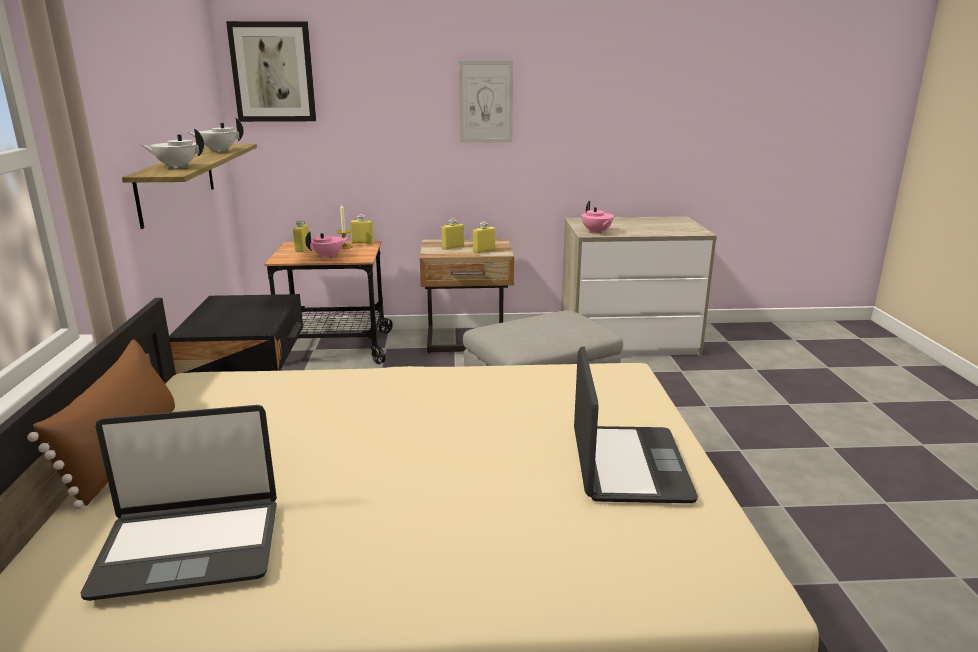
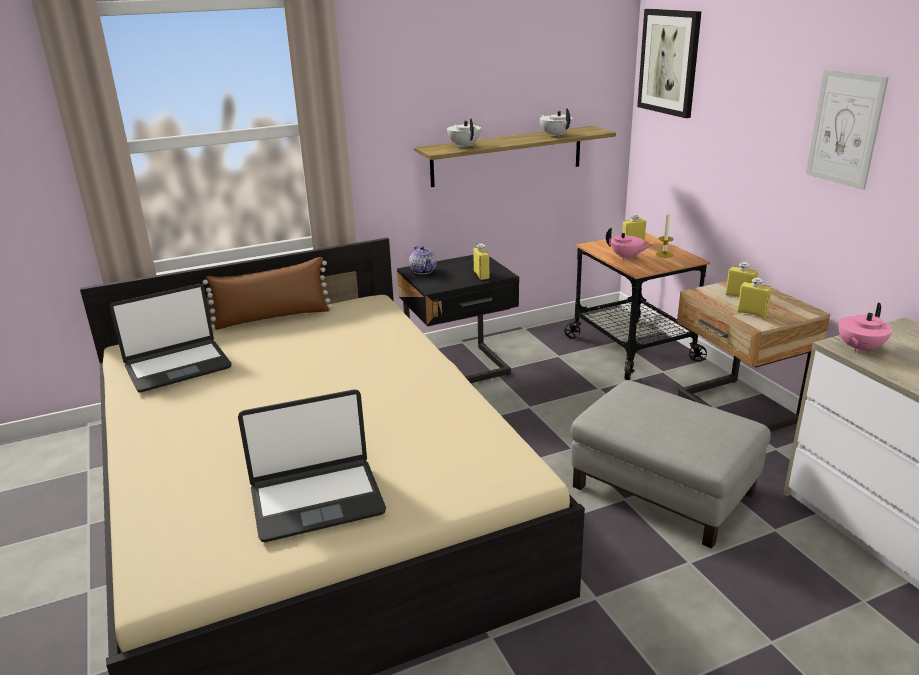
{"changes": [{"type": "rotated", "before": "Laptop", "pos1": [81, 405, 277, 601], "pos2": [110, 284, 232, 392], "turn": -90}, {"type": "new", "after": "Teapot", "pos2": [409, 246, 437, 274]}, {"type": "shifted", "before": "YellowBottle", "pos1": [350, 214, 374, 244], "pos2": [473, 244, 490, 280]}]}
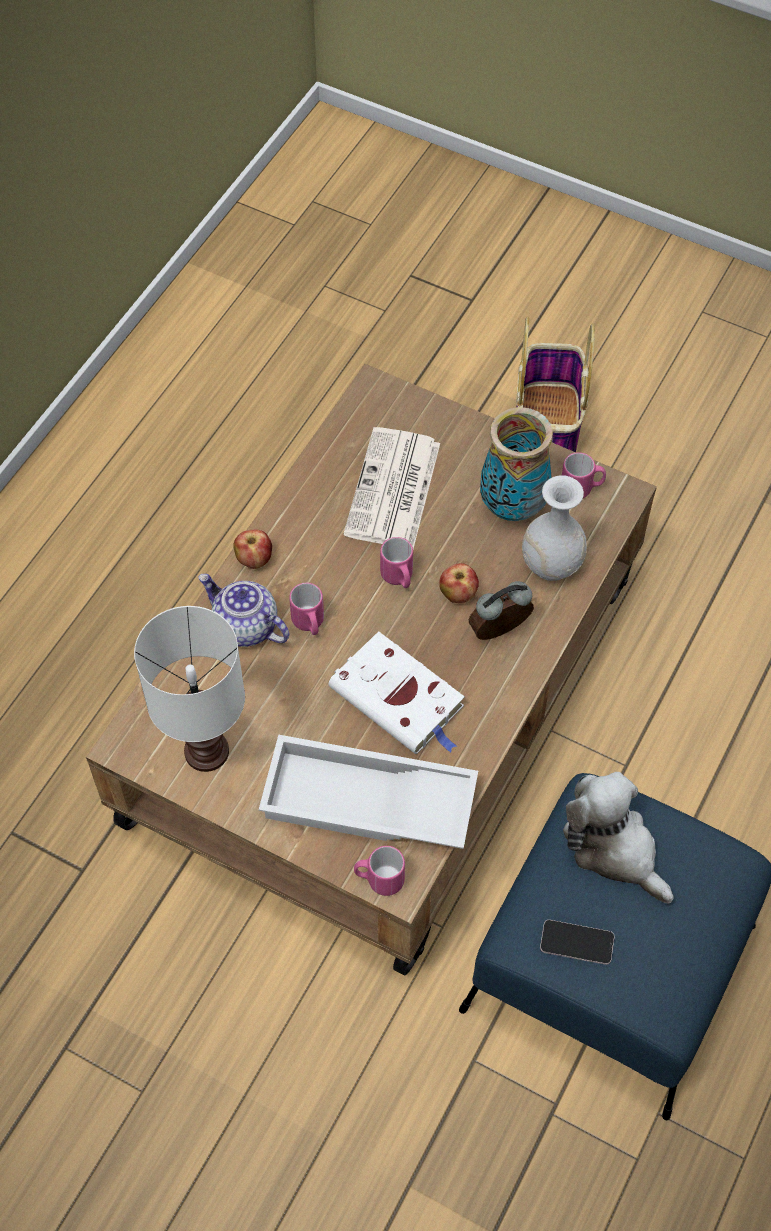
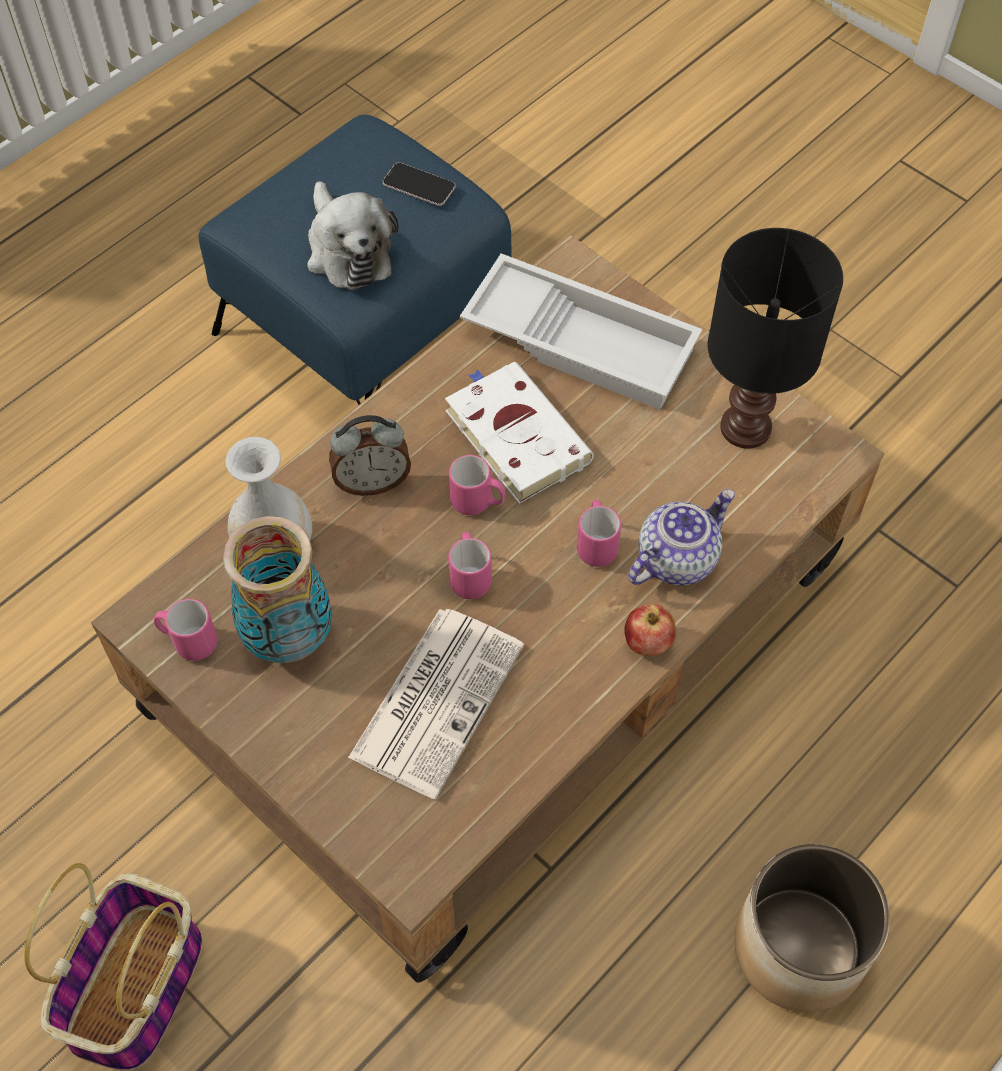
{"changes": [{"type": "shifted", "before": "PinkMug", "pos1": [354, 846, 405, 896], "pos2": [449, 455, 506, 515]}, {"type": "rotated", "before": "Teapot", "pos1": [198, 574, 289, 647], "pos2": [628, 489, 735, 585], "turn": -90}, {"type": "repainted", "before": "WhiteTableLamp", "after": "BlackTableLamp", "pos1": [134, 606, 245, 772], "pos2": [707, 228, 843, 449]}, {"type": "new", "after": "Planter", "pos2": [734, 844, 890, 1012]}, {"type": "gone", "before": "Apple", "pos1": [439, 563, 479, 603]}]}
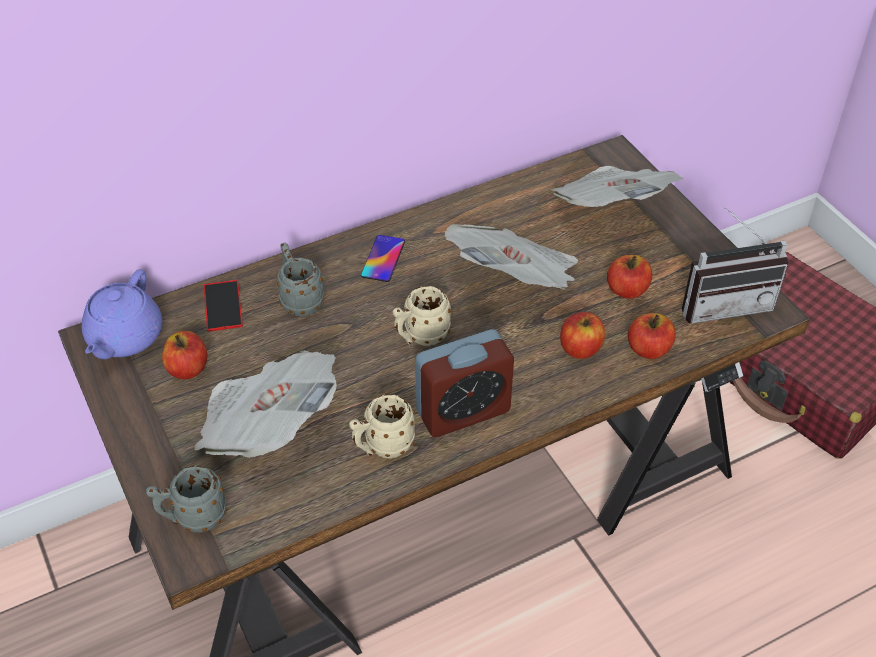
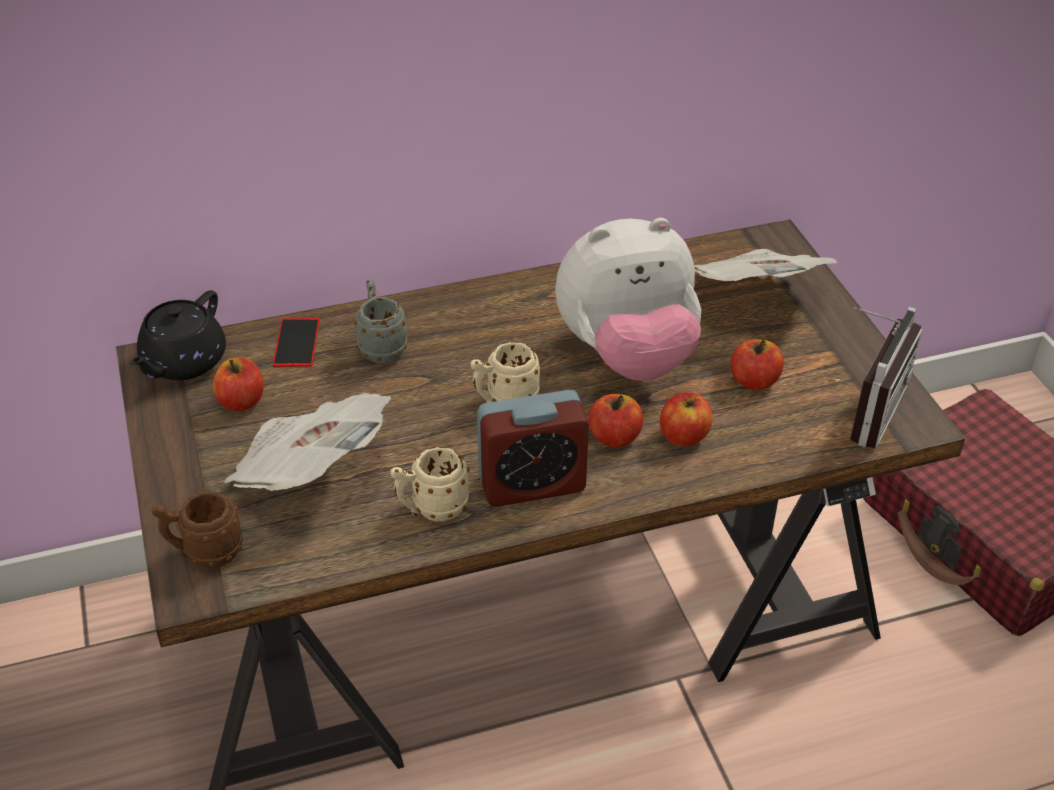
{"changes": [{"type": "repainted", "before": "PurpleTeapot", "after": "BlackTeapot", "pos1": [82, 270, 162, 359], "pos2": [130, 290, 226, 380]}, {"type": "repainted", "before": "GreyMug", "after": "BrownMug", "pos1": [146, 466, 227, 532], "pos2": [152, 491, 243, 568]}, {"type": "swapped", "before": "Newspaper", "after": "PlushToy", "pos1": [445, 224, 578, 289], "pos2": [555, 218, 701, 381]}, {"type": "shifted", "before": "Apple", "pos1": [628, 313, 676, 359], "pos2": [588, 394, 643, 447]}, {"type": "rotated", "before": "Radio", "pos1": [682, 207, 788, 324], "pos2": [850, 307, 923, 448], "turn": -60}, {"type": "gone", "before": "Phone", "pos1": [361, 235, 405, 282]}]}
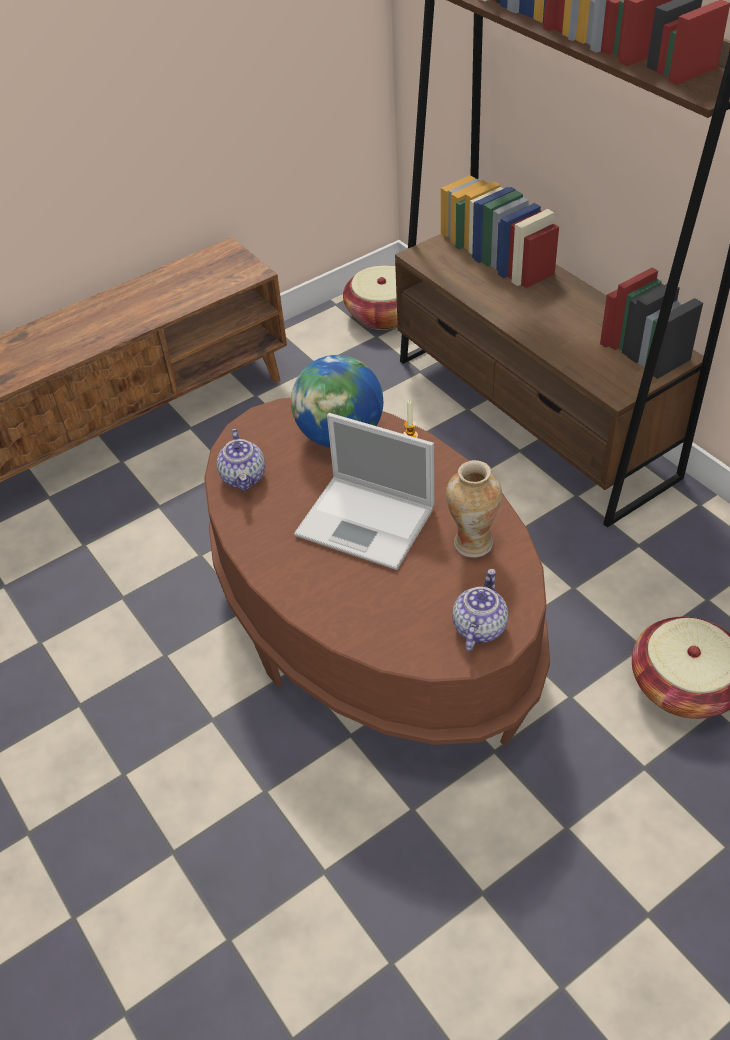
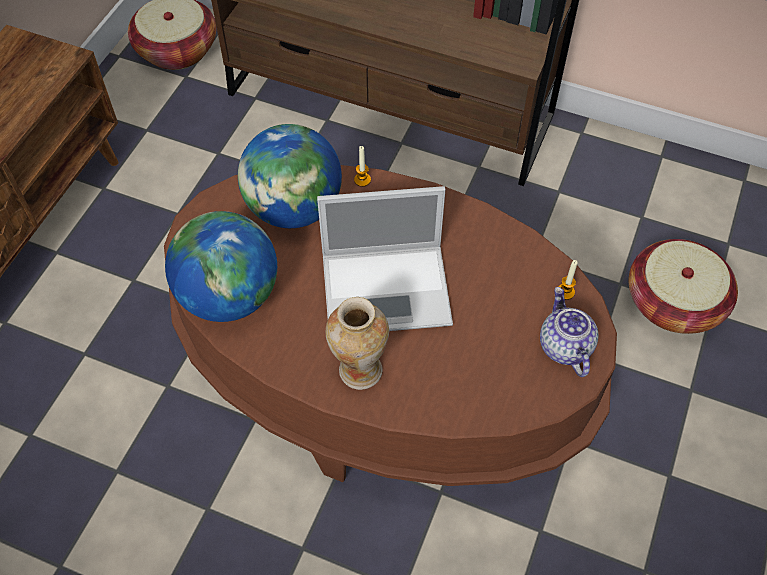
{"changes": [{"type": "swapped", "before": "Teapot", "after": "Globe", "pos1": [217, 429, 265, 491], "pos2": [165, 211, 277, 322]}, {"type": "shifted", "before": "Vase", "pos1": [446, 460, 502, 558], "pos2": [326, 297, 389, 390]}, {"type": "new", "after": "Candle", "pos2": [558, 260, 577, 300]}]}
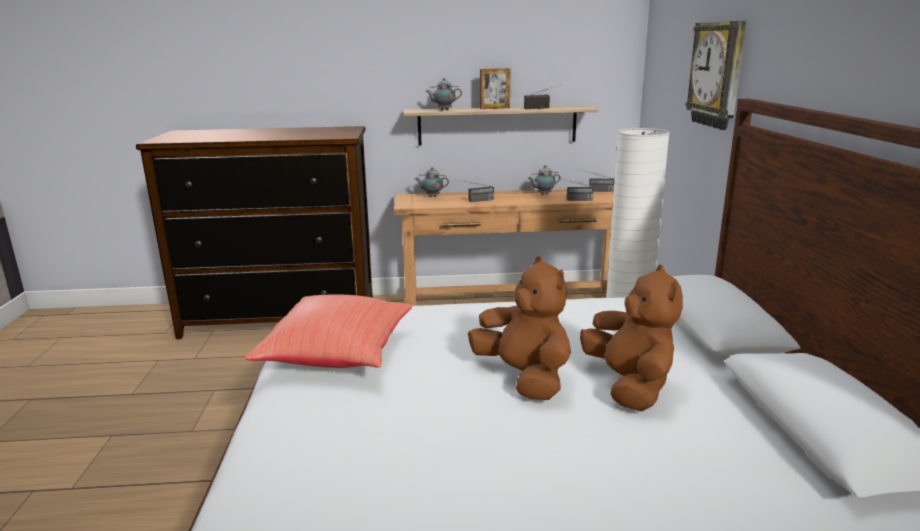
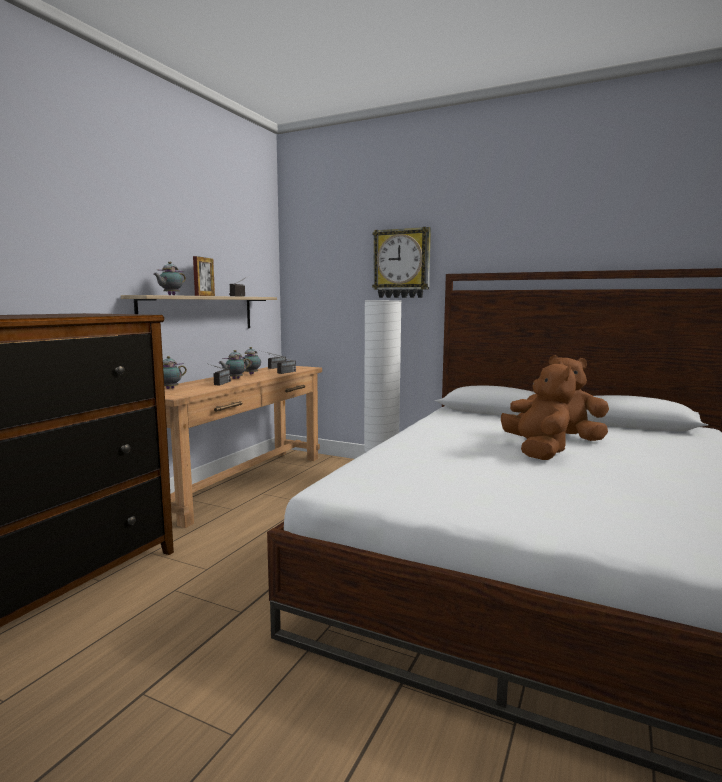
{"changes": [{"type": "new", "after": "Teapot", "pos2": [218, 350, 251, 379]}, {"type": "rotated", "before": "BrownPlushToy", "pos1": [468, 256, 571, 400], "pos2": [501, 361, 576, 460], "turn": 90}, {"type": "gone", "before": "RedPillow", "pos1": [245, 294, 412, 368]}]}
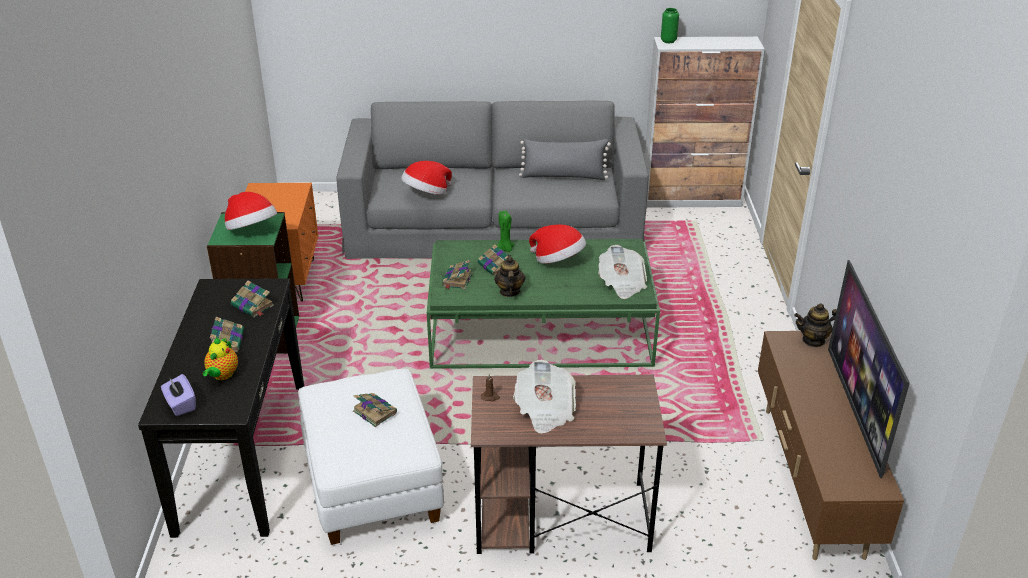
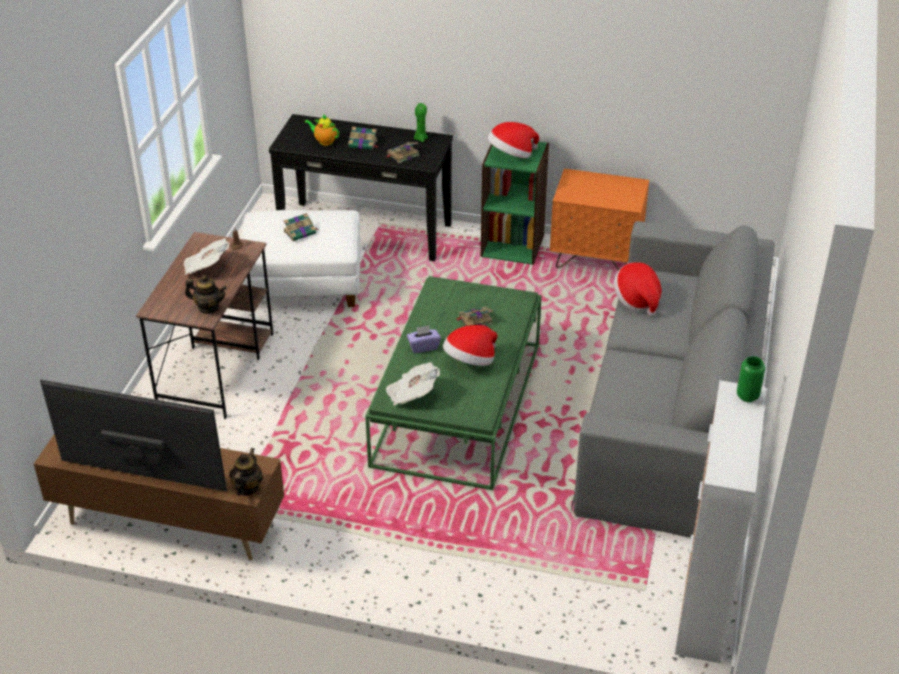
{"changes": [{"type": "shifted", "before": "Teapot", "pos1": [494, 255, 526, 297], "pos2": [185, 275, 227, 314]}, {"type": "shifted", "before": "PurpleTissueBox", "pos1": [161, 374, 196, 416], "pos2": [407, 326, 441, 353]}, {"type": "shifted", "before": "GreenCandle", "pos1": [497, 211, 514, 252], "pos2": [414, 103, 428, 142]}, {"type": "gone", "before": "Book", "pos1": [442, 260, 473, 289]}, {"type": "gone", "before": "GreyPillow", "pos1": [519, 139, 611, 180]}]}
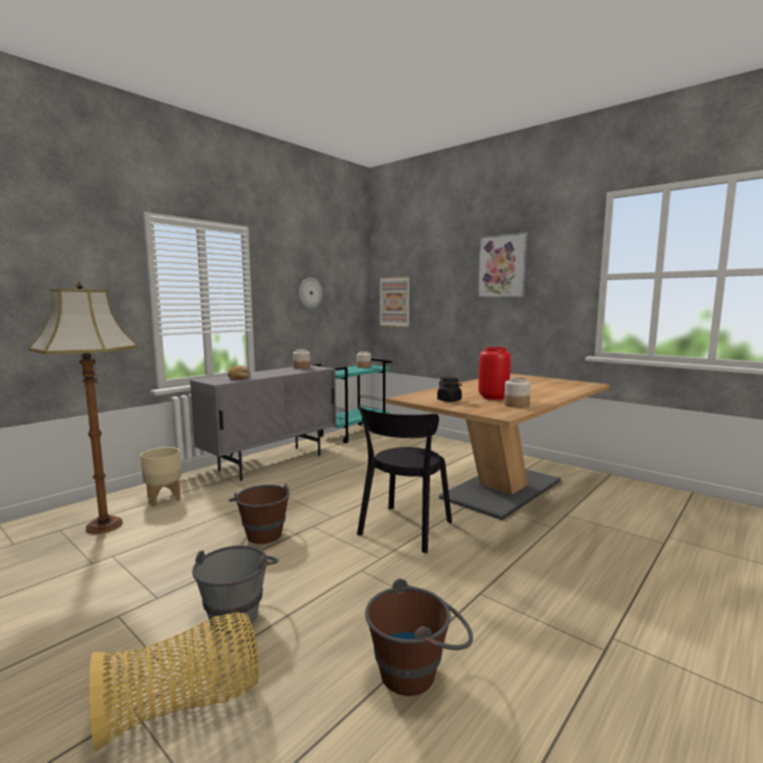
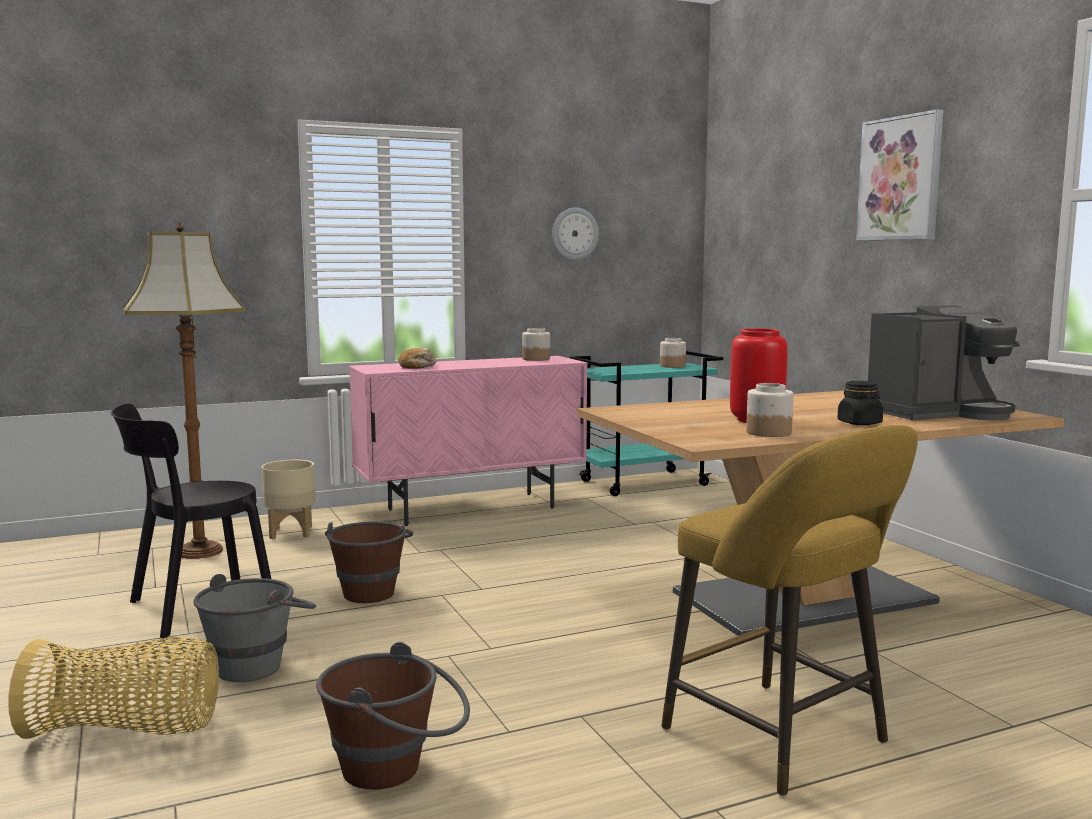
{"changes": [{"type": "shifted", "before": "BlackChair", "pos1": [357, 405, 452, 553], "pos2": [111, 404, 271, 638]}, {"type": "repainted", "before": "GreyCabinet", "after": "PinkCabinet", "pos1": [190, 365, 336, 481], "pos2": [349, 356, 587, 526]}, {"type": "new", "after": "YellowStool", "pos2": [662, 425, 918, 796]}, {"type": "shifted", "before": "BlackJar", "pos1": [437, 377, 462, 402], "pos2": [837, 381, 883, 425]}, {"type": "new", "after": "CoffeeMachine", "pos2": [868, 305, 1020, 421]}, {"type": "gone", "before": "Picture", "pos1": [380, 276, 410, 327]}]}
